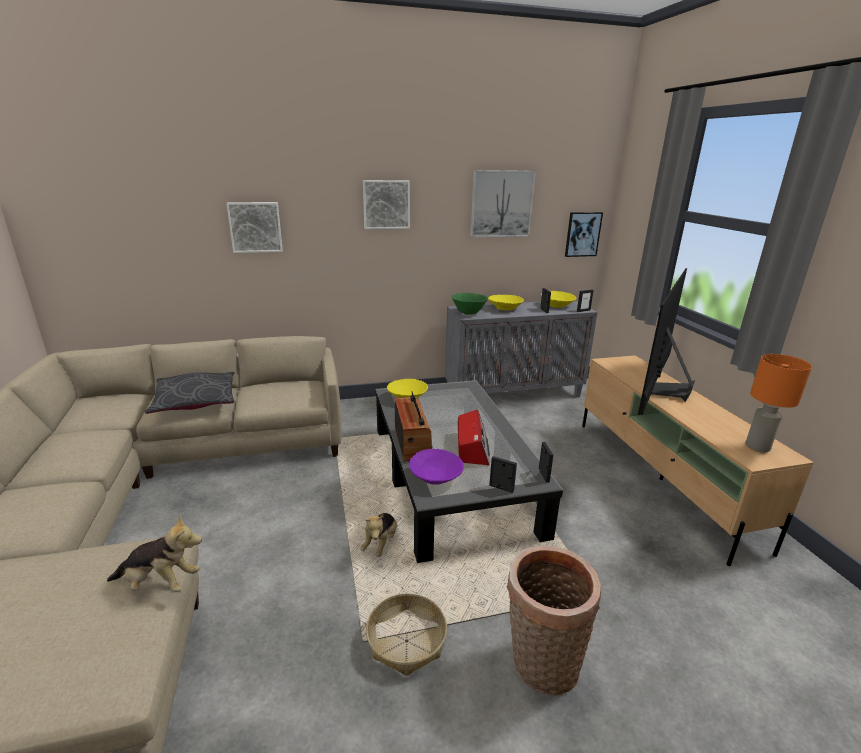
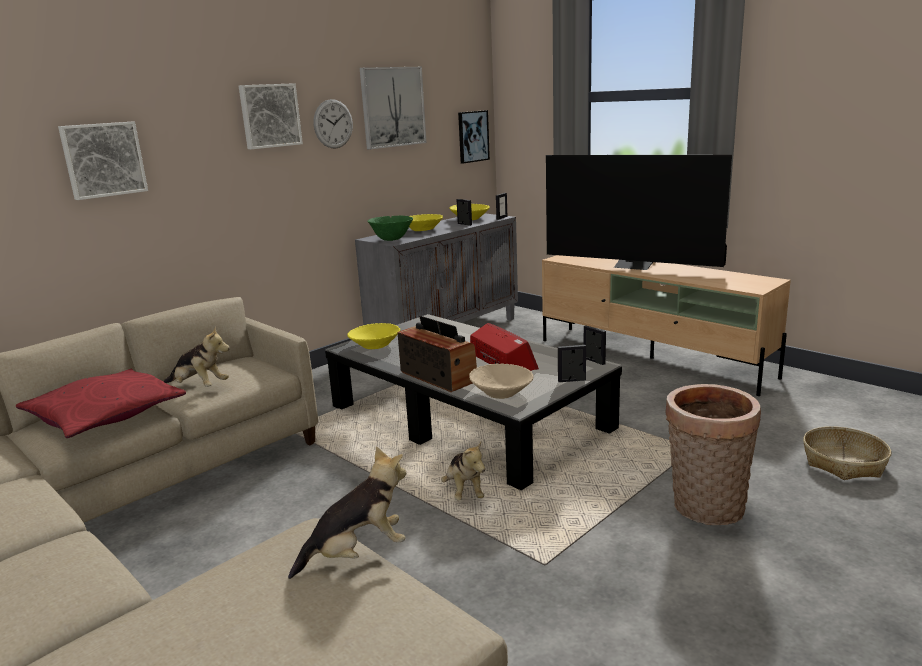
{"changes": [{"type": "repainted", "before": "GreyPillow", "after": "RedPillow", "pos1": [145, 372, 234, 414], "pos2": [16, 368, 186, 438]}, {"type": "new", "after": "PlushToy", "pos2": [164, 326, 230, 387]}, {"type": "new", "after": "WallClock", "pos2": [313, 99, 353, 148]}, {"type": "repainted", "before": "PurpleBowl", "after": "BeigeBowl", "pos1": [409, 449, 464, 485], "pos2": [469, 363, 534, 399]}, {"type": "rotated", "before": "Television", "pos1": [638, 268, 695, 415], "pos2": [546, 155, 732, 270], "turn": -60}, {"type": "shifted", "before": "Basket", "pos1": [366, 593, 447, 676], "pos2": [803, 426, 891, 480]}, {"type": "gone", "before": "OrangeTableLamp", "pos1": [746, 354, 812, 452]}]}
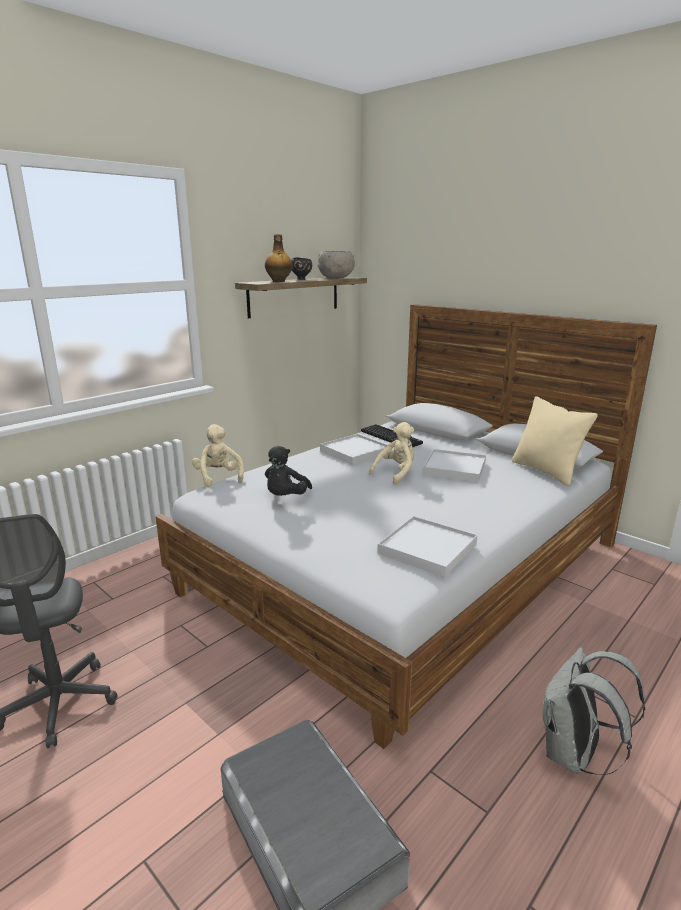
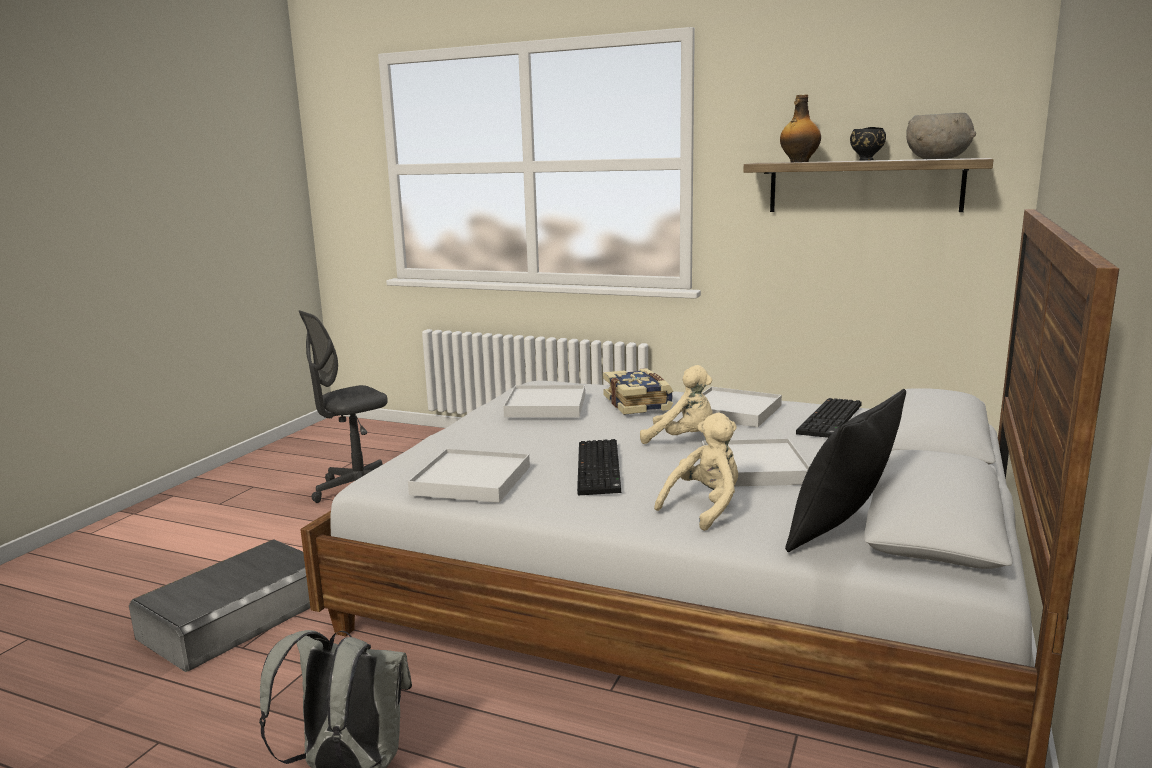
{"changes": [{"type": "swapped", "before": "BlackPlushToy", "after": "WhiteTray", "pos1": [265, 446, 312, 496], "pos2": [503, 385, 585, 417]}, {"type": "new", "after": "Keyboard", "pos2": [577, 439, 621, 495]}, {"type": "new", "after": "Book", "pos2": [603, 368, 673, 415]}, {"type": "shifted", "before": "BeigePlushToy", "pos1": [192, 424, 244, 487], "pos2": [654, 413, 738, 531]}, {"type": "repainted", "before": "BeigePillow", "after": "BlackPillow", "pos1": [512, 396, 598, 486], "pos2": [785, 389, 906, 552]}]}
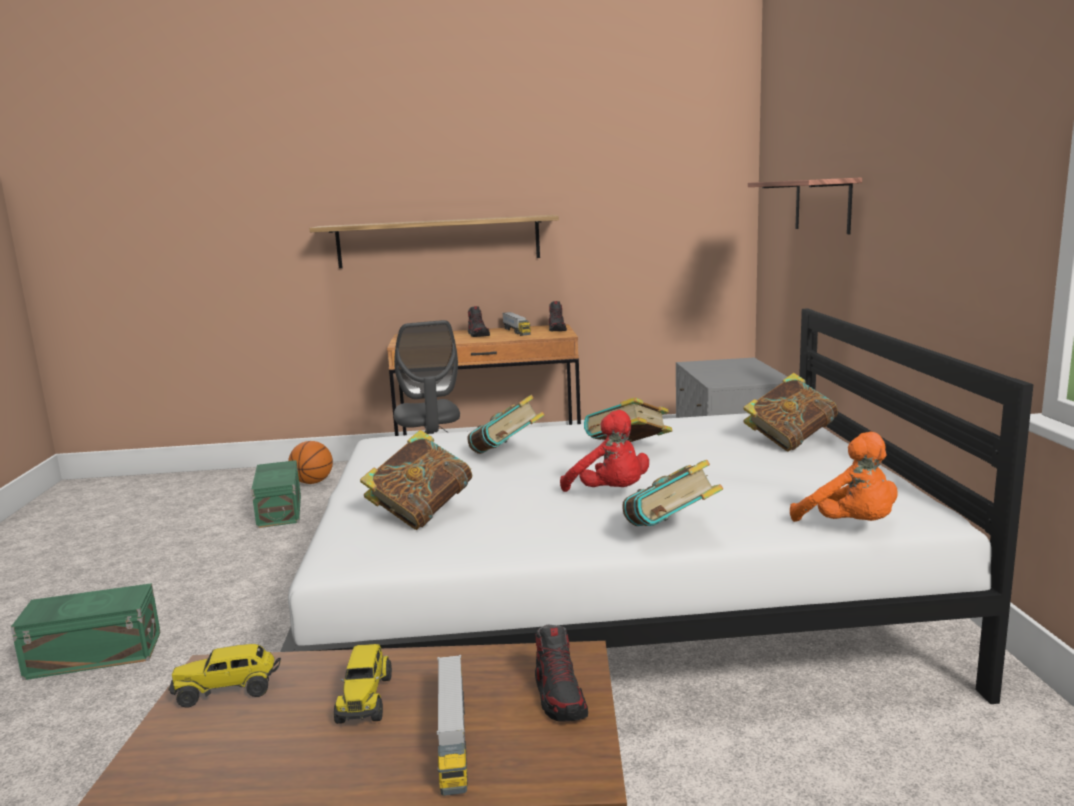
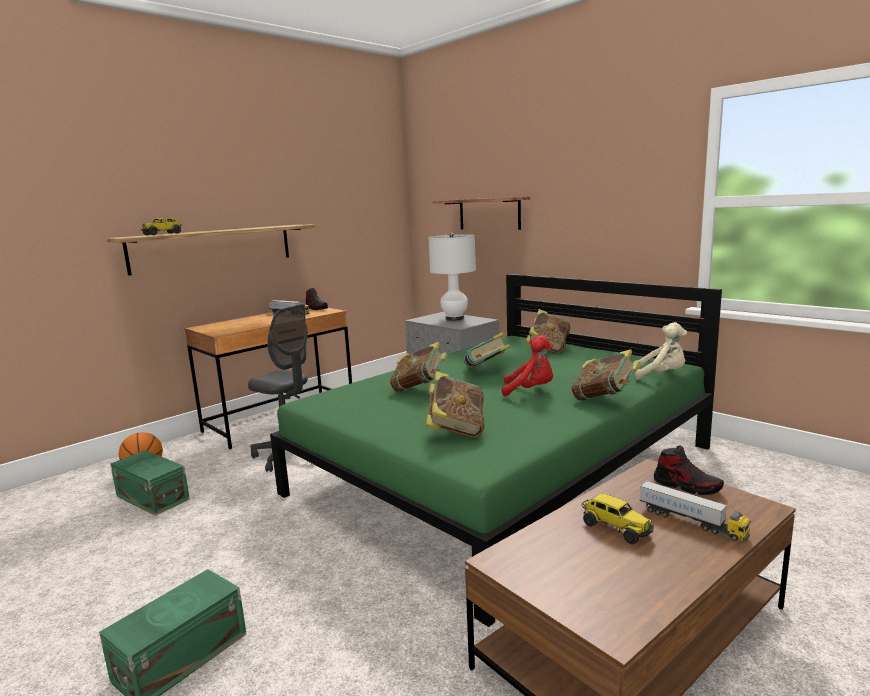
{"changes": [{"type": "shifted", "before": "ToyTruck", "pos1": [168, 644, 281, 708], "pos2": [141, 218, 182, 235]}, {"type": "repainted", "before": "WhiteBed", "after": "GreenBed", "pos1": [280, 308, 1034, 704], "pos2": [270, 274, 722, 627]}, {"type": "new", "after": "WhiteTableLamp", "pos2": [428, 233, 476, 321]}, {"type": "repainted", "before": "OrangePlushToy", "after": "BeigePlushToy", "pos1": [790, 432, 898, 522], "pos2": [633, 322, 687, 380]}, {"type": "gone", "before": "Shoe", "pos1": [468, 306, 490, 337]}]}
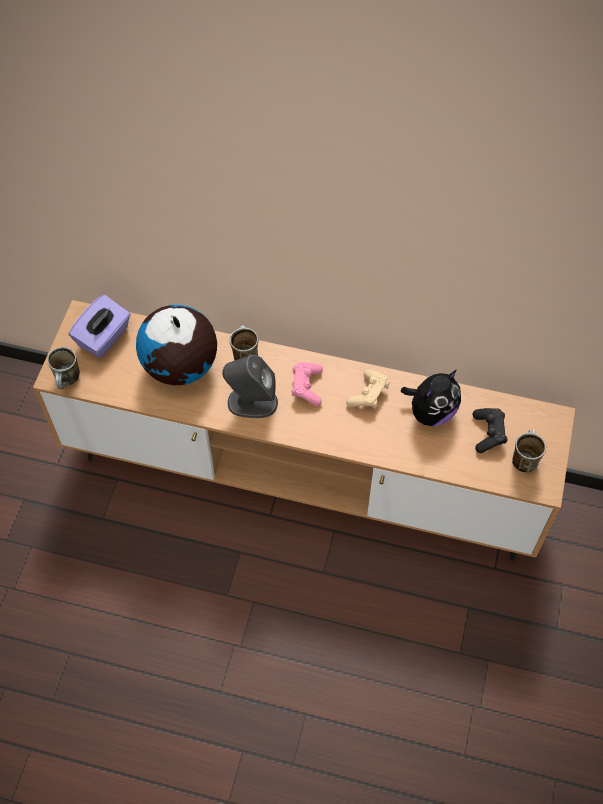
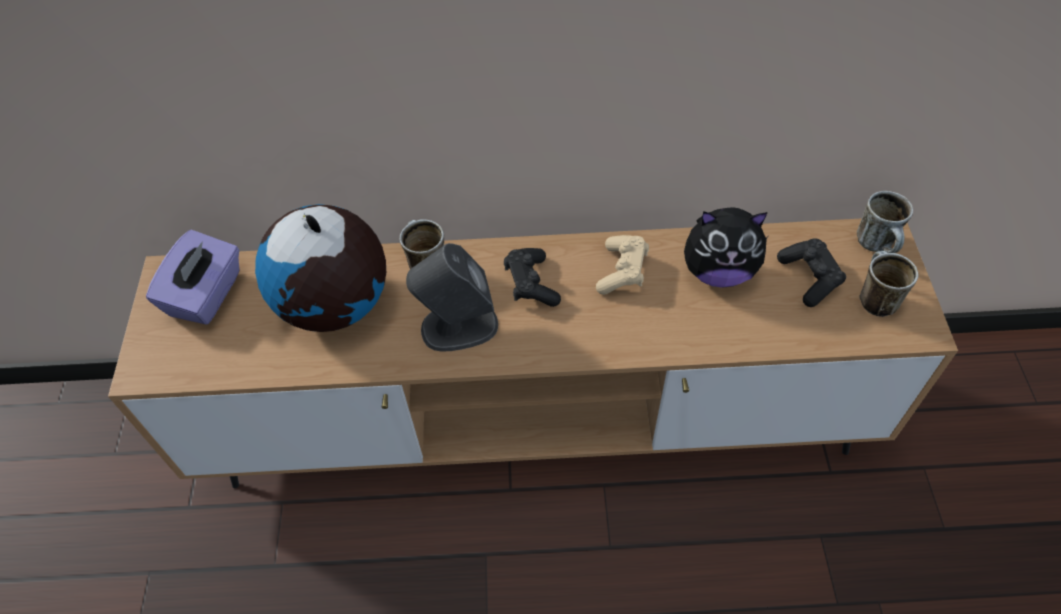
{"changes": [{"type": "repainted", "before": "PinkGameController", "after": "BlackGameController", "pos1": [291, 362, 323, 406], "pos2": [504, 248, 561, 307]}, {"type": "rotated", "before": "PlushToy", "pos1": [401, 370, 461, 426], "pos2": [684, 207, 768, 288], "turn": 60}, {"type": "shifted", "before": "Mug", "pos1": [47, 347, 80, 389], "pos2": [857, 191, 913, 253]}]}
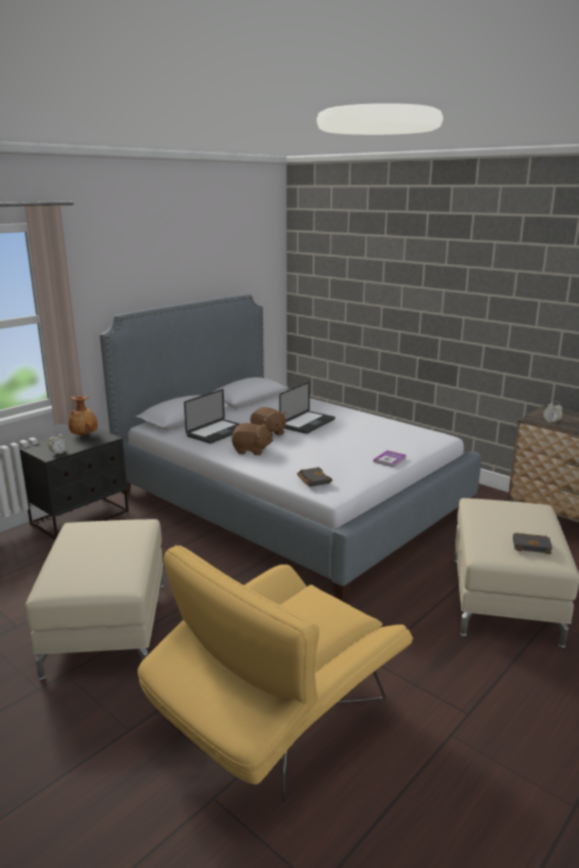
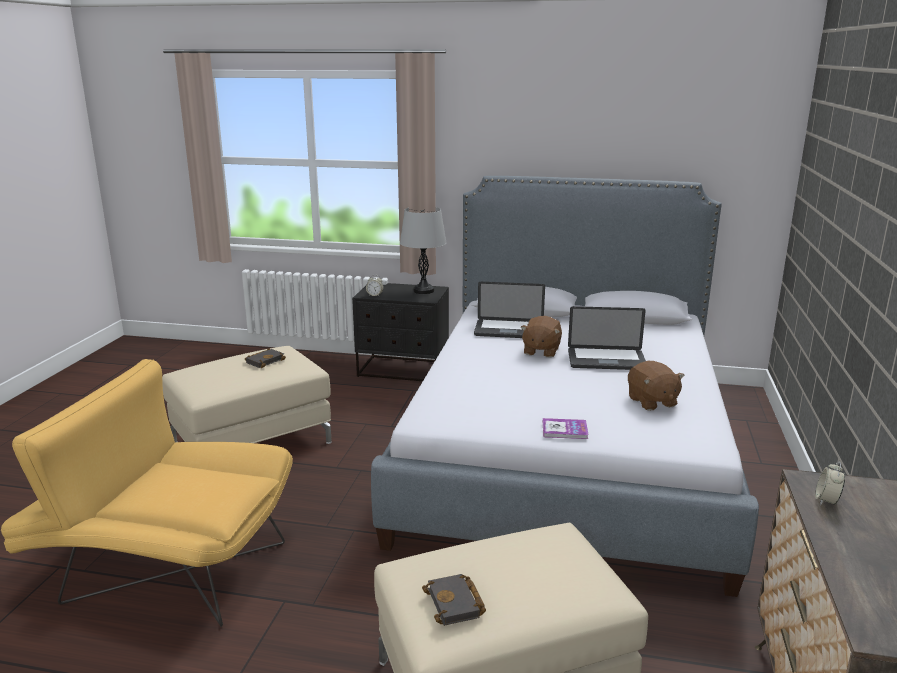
{"changes": [{"type": "shifted", "before": "BlackBook", "pos1": [297, 467, 332, 487], "pos2": [245, 348, 286, 368]}, {"type": "swapped", "before": "BrownVase", "after": "GreyTableLamp", "pos1": [68, 396, 98, 436], "pos2": [400, 207, 447, 294]}, {"type": "shifted", "before": "BrownPlushToy", "pos1": [232, 423, 273, 455], "pos2": [628, 361, 685, 411]}]}
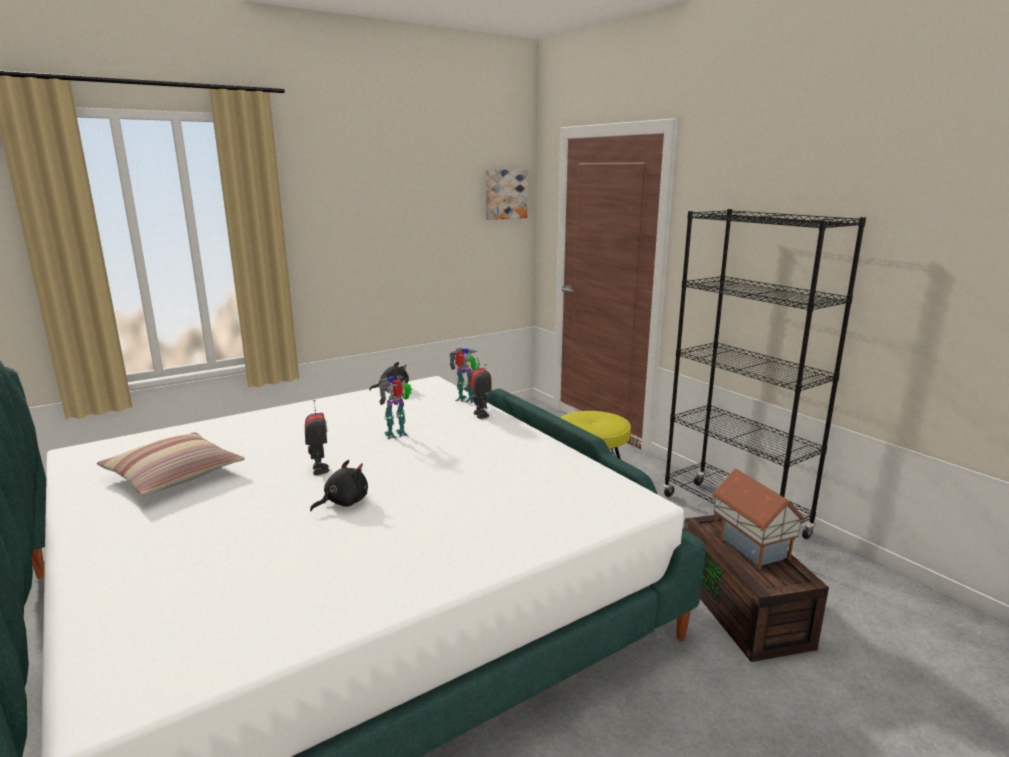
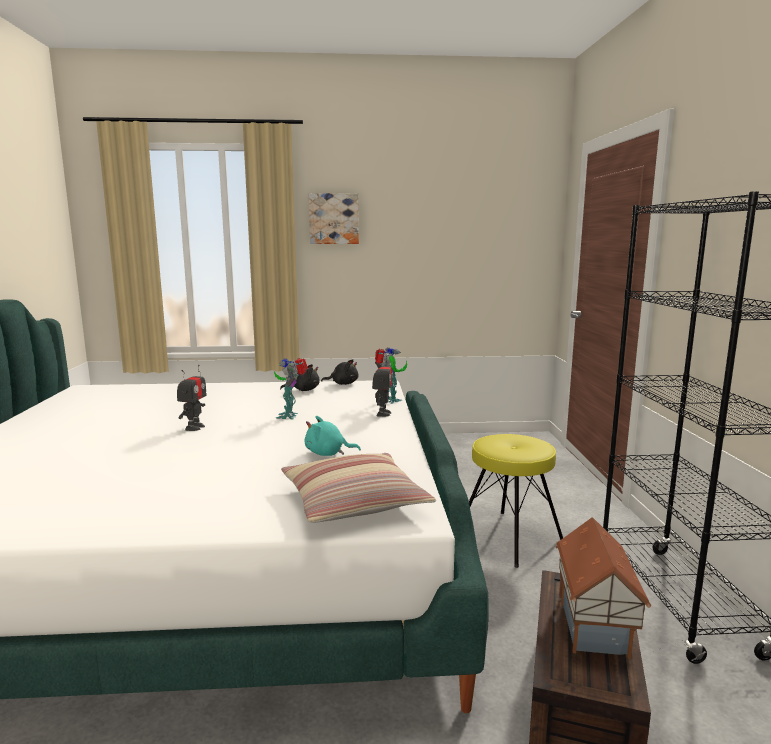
{"changes": [{"type": "rotated", "before": "ToyRobot", "pos1": [378, 375, 412, 439], "pos2": [274, 358, 308, 420], "turn": -90}, {"type": "shifted", "before": "BlackPlushToy", "pos1": [310, 460, 368, 511], "pos2": [280, 364, 320, 391]}, {"type": "shifted", "before": "Pillow", "pos1": [97, 432, 245, 495], "pos2": [281, 453, 436, 523]}, {"type": "new", "after": "TurquoisePlushToy", "pos2": [305, 416, 361, 456]}, {"type": "shifted", "before": "Picture", "pos1": [486, 170, 528, 220], "pos2": [309, 193, 359, 244]}]}
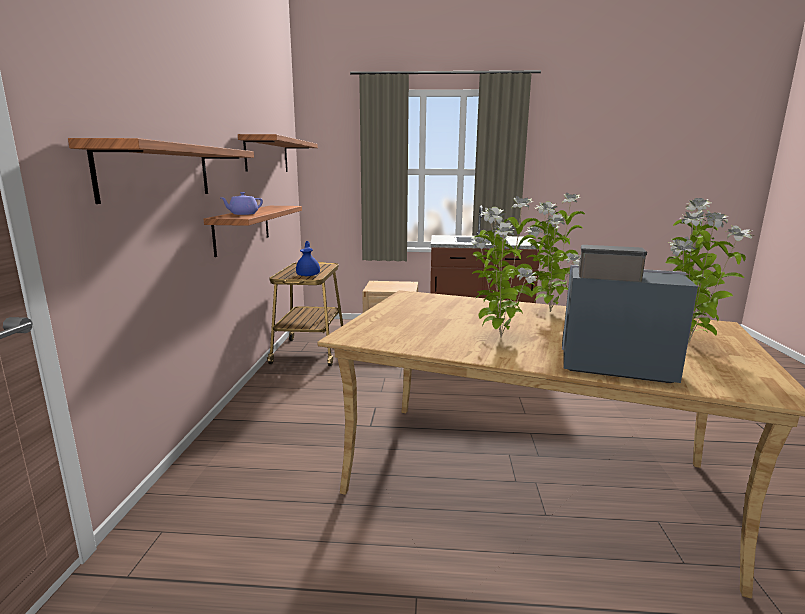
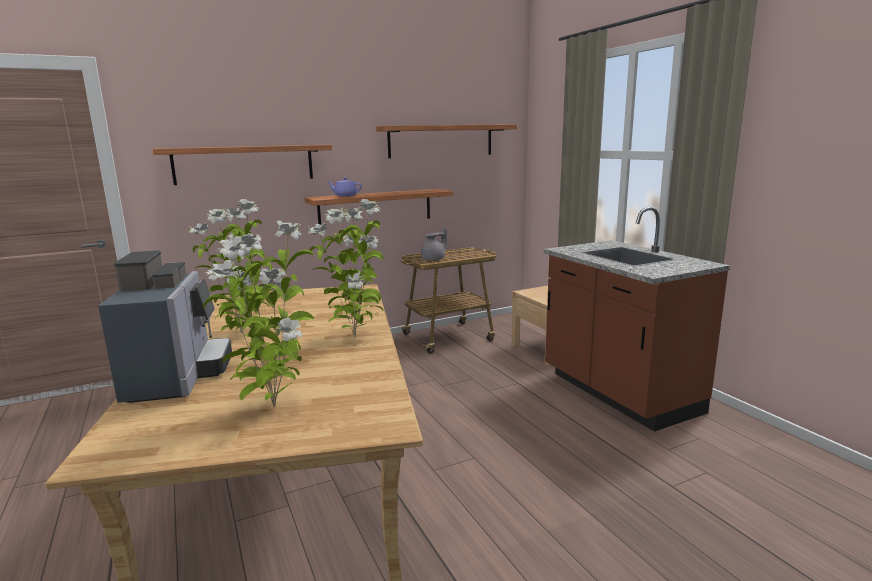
{"changes": [{"type": "repainted", "before": "BlueTeapot", "after": "GreyTeapot", "pos1": [296, 241, 320, 276], "pos2": [421, 226, 447, 261]}]}
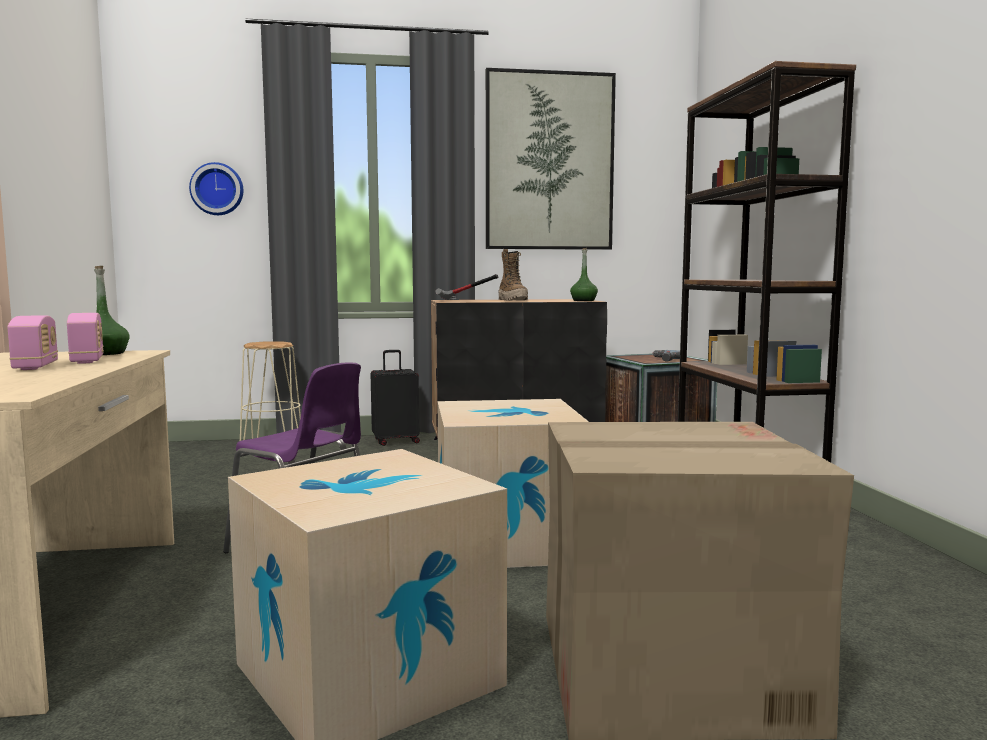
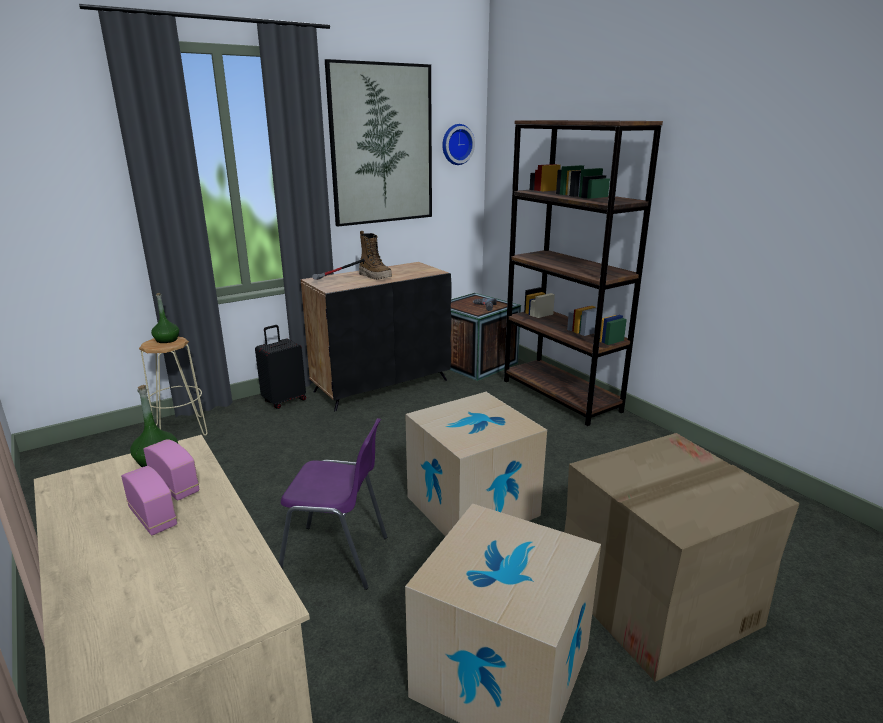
{"changes": [{"type": "shifted", "before": "GreenBottle", "pos1": [570, 248, 598, 301], "pos2": [151, 293, 179, 343]}, {"type": "shifted", "before": "WallClock", "pos1": [189, 162, 243, 215], "pos2": [442, 124, 475, 165]}]}
